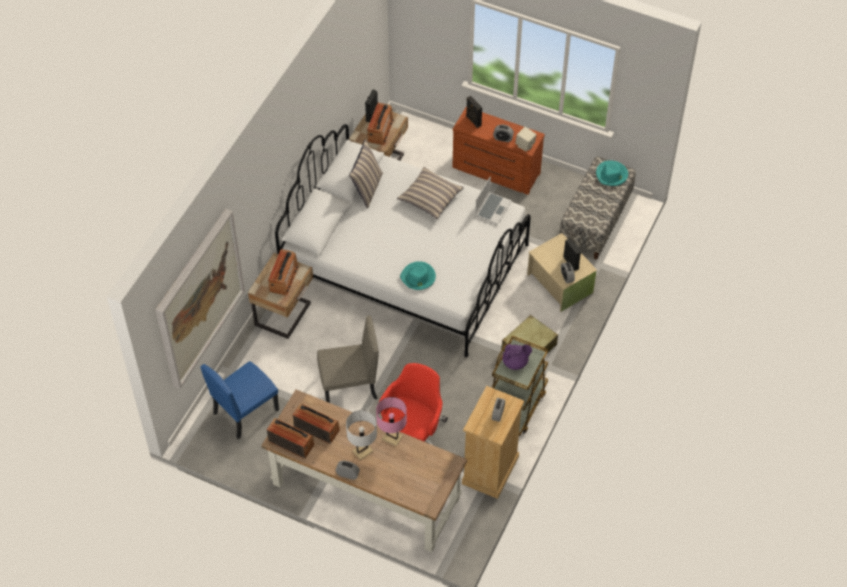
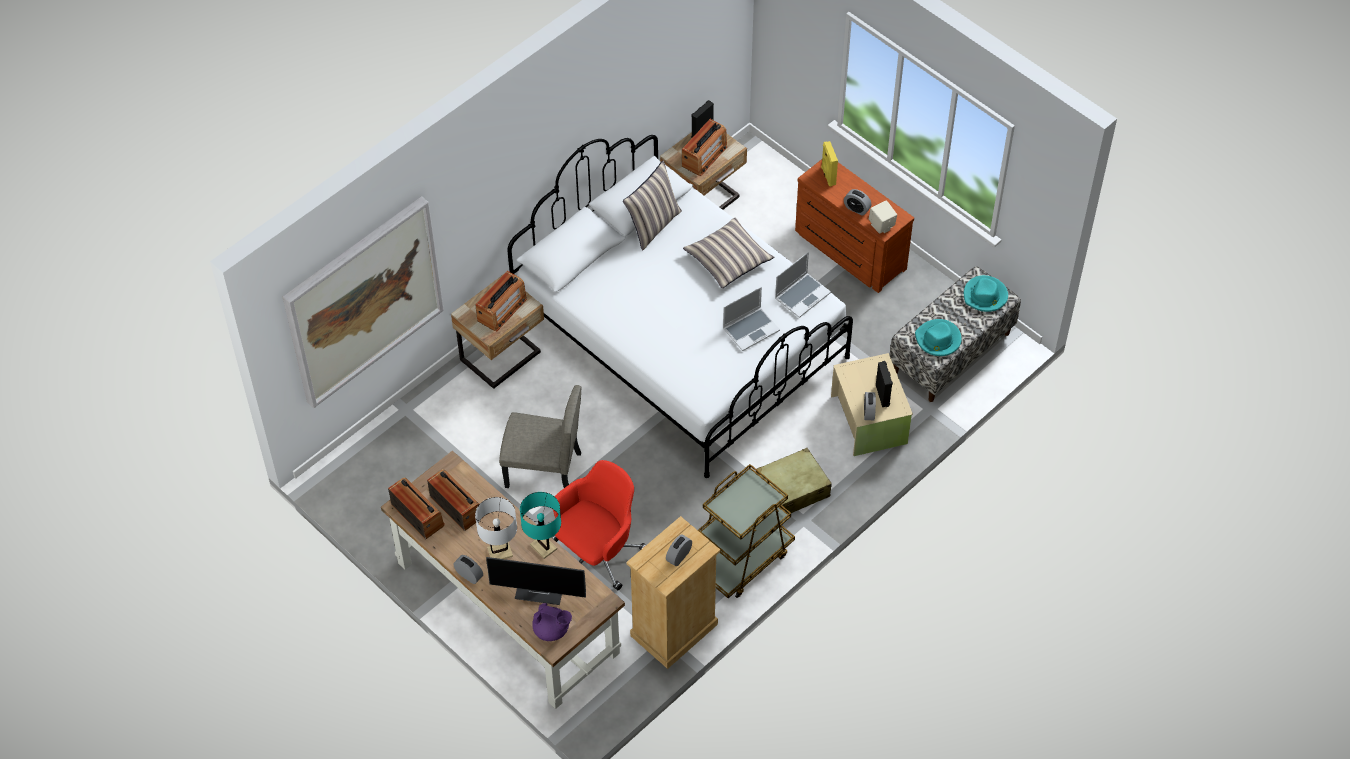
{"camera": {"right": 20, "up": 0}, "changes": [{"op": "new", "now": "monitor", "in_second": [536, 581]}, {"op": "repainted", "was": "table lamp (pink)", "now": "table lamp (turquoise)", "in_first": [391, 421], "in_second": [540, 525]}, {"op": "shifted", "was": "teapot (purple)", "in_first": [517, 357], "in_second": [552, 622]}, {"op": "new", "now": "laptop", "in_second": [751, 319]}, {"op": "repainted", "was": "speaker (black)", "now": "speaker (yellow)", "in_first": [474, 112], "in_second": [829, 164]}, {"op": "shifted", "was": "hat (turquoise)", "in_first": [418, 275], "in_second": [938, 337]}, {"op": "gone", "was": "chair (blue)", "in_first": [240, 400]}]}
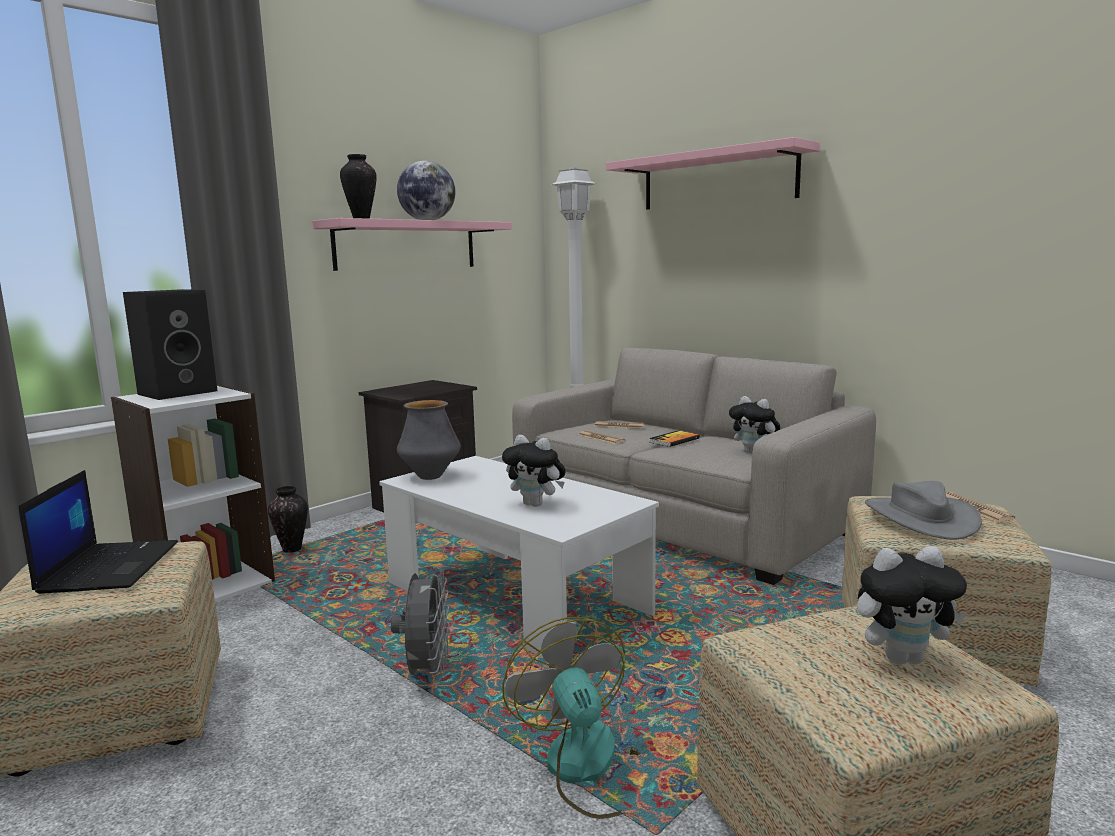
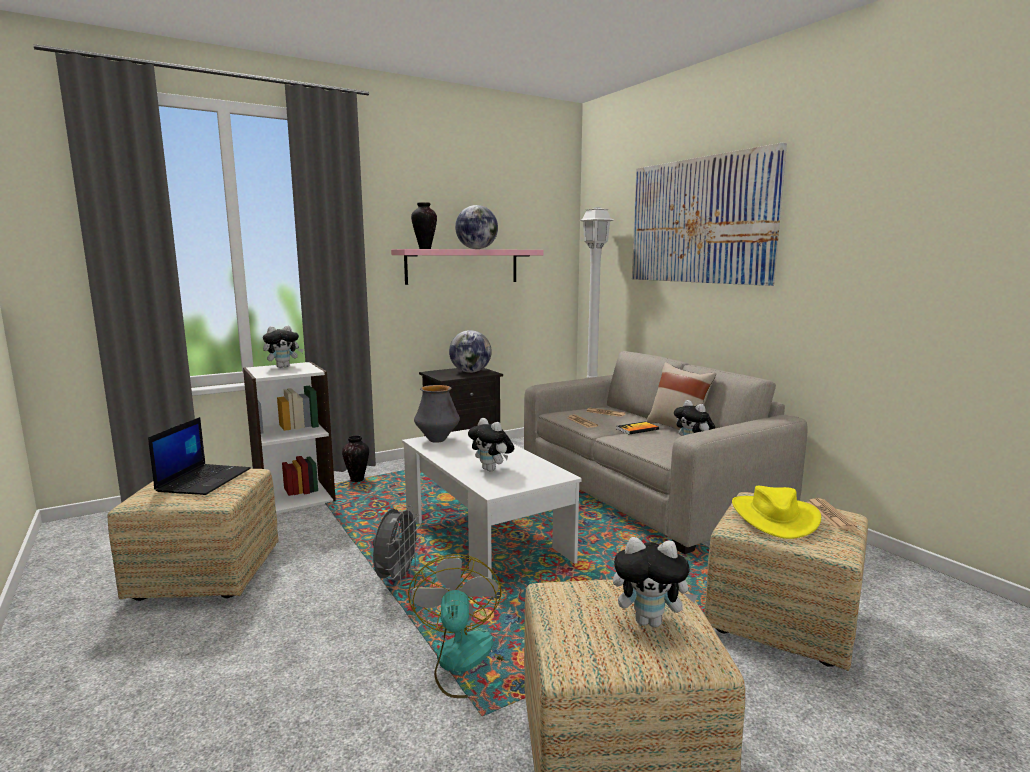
{"camera": {"right": 15, "up": 0}, "changes": [{"op": "swapped", "was": "speaker (black)", "now": "plush toy", "in_first": [170, 344], "in_second": [283, 346]}, {"op": "new", "now": "globe", "in_second": [470, 351]}, {"op": "swapped", "was": "shelf (pink)", "now": "picture", "in_first": [713, 173], "in_second": [709, 214]}, {"op": "new", "now": "pillow (beige)", "in_second": [681, 396]}, {"op": "repainted", "was": "hat (grey)", "now": "hat (yellow)", "in_first": [923, 510], "in_second": [776, 512]}]}
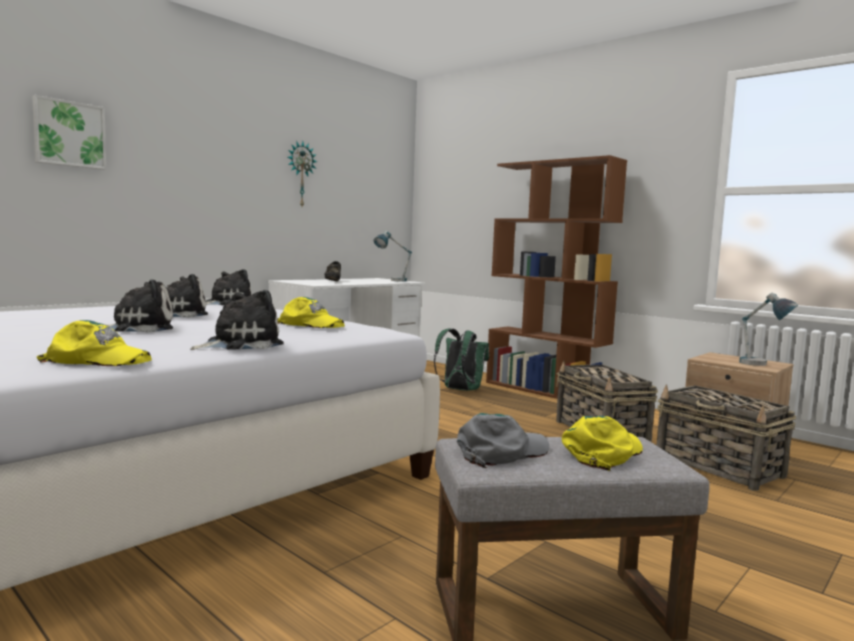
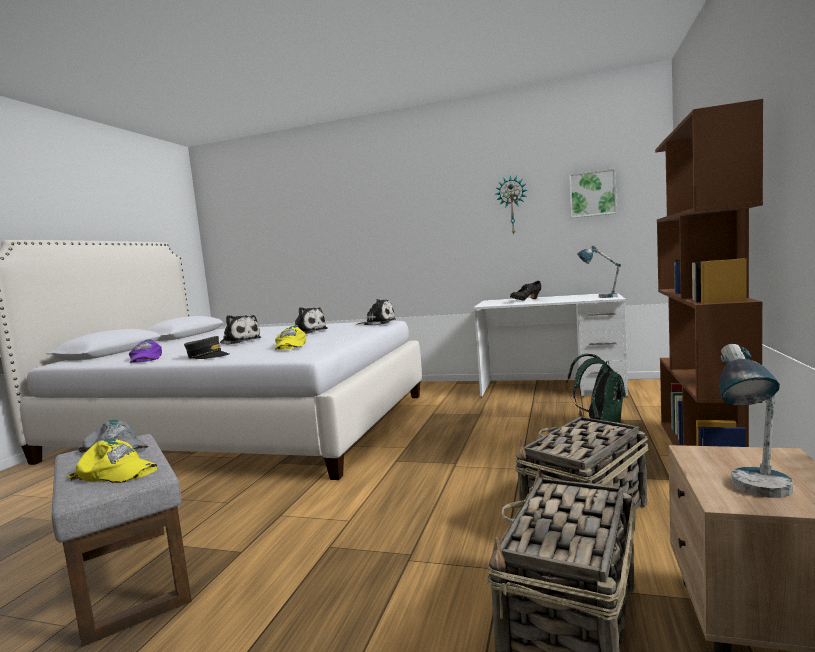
{"camera": {"right": 65, "up": 0}, "changes": [{"op": "repainted", "was": "cap (yellow)", "now": "cap (purple)", "in_first": [94, 343], "in_second": [145, 351]}, {"op": "swapped", "was": "plush toy", "now": "cap (grey)", "in_first": [237, 320], "in_second": [206, 347]}, {"op": "shifted", "was": "picture", "in_first": [69, 132], "in_second": [593, 193]}]}
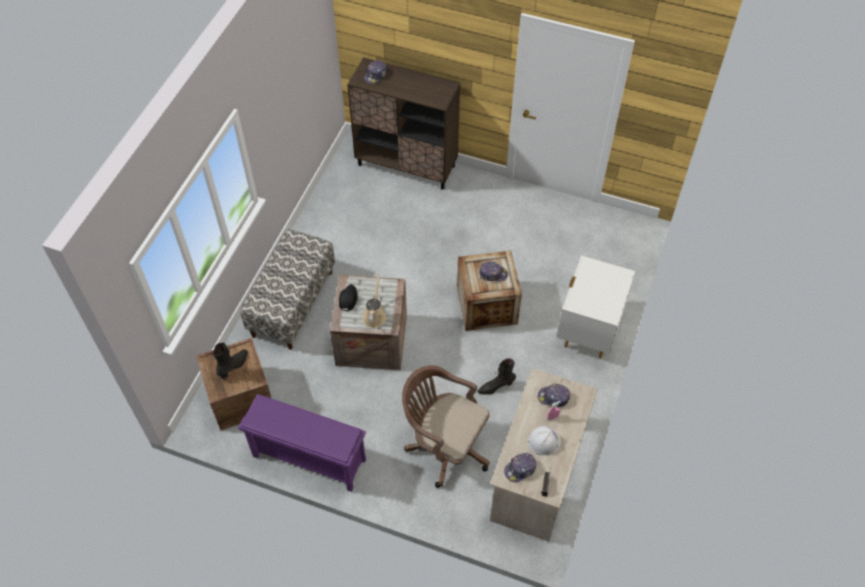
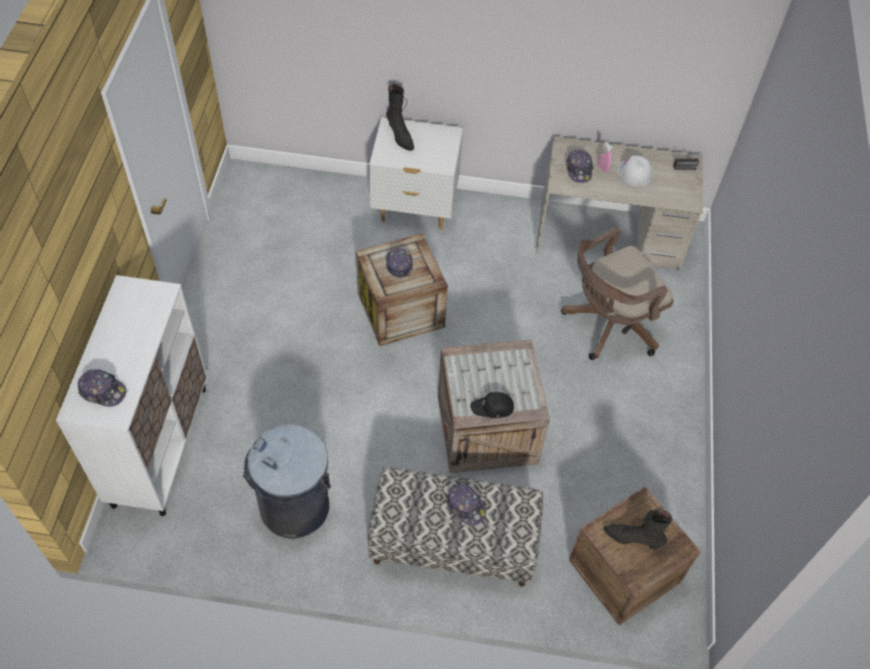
{"camera": {"right": -105, "up": 0}, "changes": [{"op": "repainted", "was": "cabinet (brown)", "now": "cabinet (white)", "in_first": [403, 123], "in_second": [131, 395]}, {"op": "new", "now": "trash can (grey)", "in_second": [287, 481]}, {"op": "shifted", "was": "boot (black)", "in_first": [496, 376], "in_second": [400, 117]}, {"op": "shifted", "was": "cap", "in_first": [520, 467], "in_second": [465, 505]}, {"op": "rotated", "was": "office chair (brown)", "in_first": [446, 426], "in_second": [617, 293], "clockwise": 45}, {"op": "gone", "was": "shoe rack (purple)", "in_first": [302, 443]}, {"op": "gone", "was": "watering can (beige)", "in_first": [374, 301]}]}
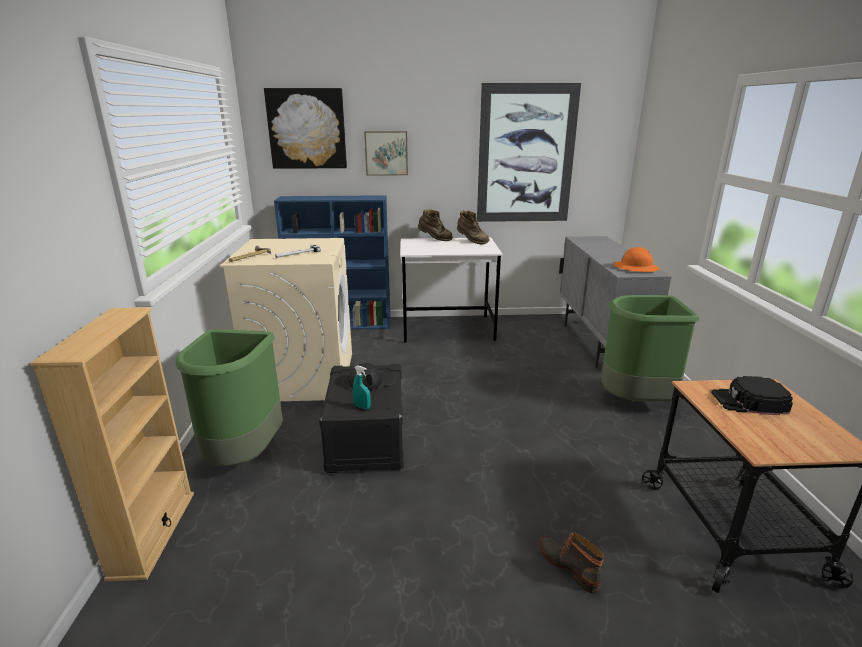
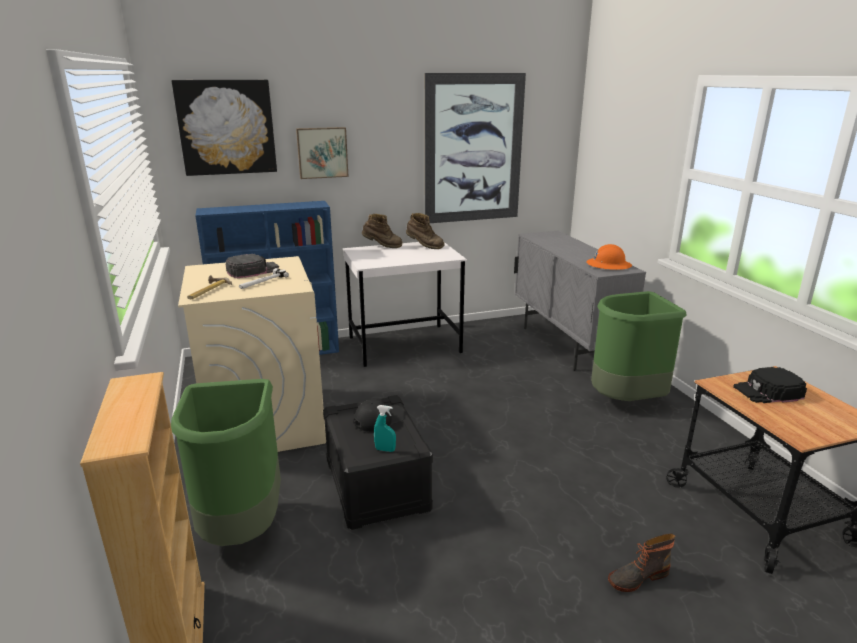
{"camera": {"right": -15, "up": 0}, "changes": [{"op": "new", "now": "cap (black)", "in_second": [252, 266]}, {"op": "rotated", "was": "boot", "in_first": [571, 562], "in_second": [642, 562], "clockwise": -60}]}
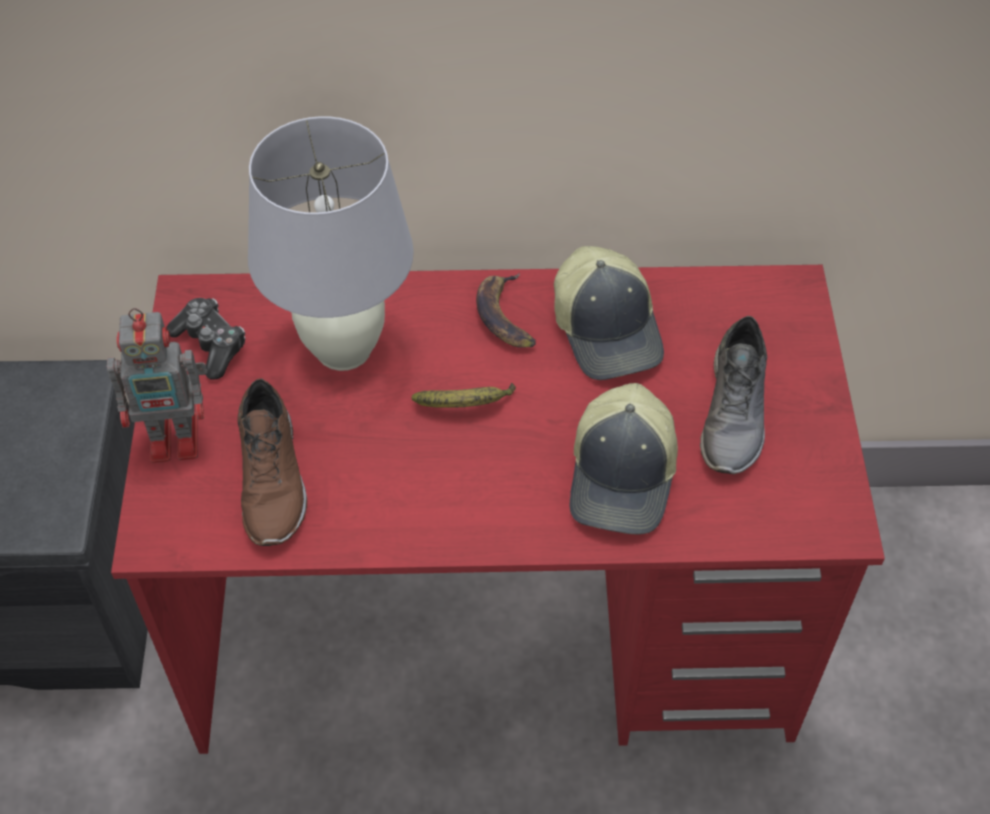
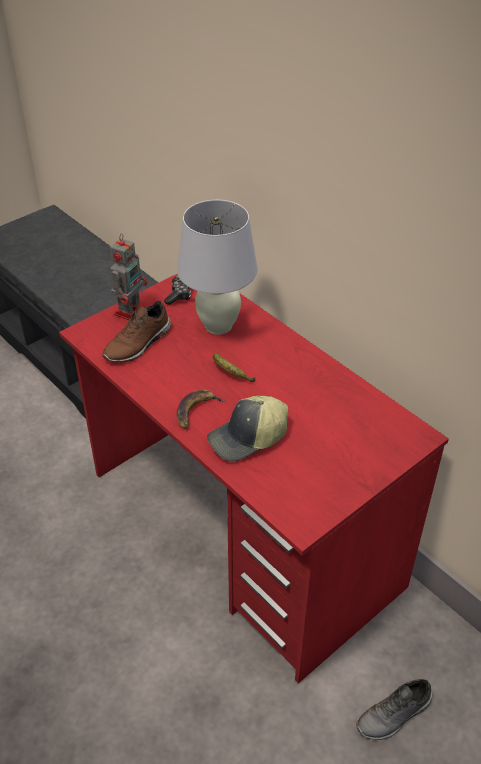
{"camera": {"right": 50, "up": -10}, "changes": [{"op": "rotated", "was": "toy robot", "in_first": [157, 385], "in_second": [129, 276], "clockwise": -105}, {"op": "shifted", "was": "banana", "in_first": [506, 310], "in_second": [201, 409]}, {"op": "shifted", "was": "shoe (grey)", "in_first": [733, 395], "in_second": [394, 709]}, {"op": "gone", "was": "cap", "in_first": [609, 313]}]}
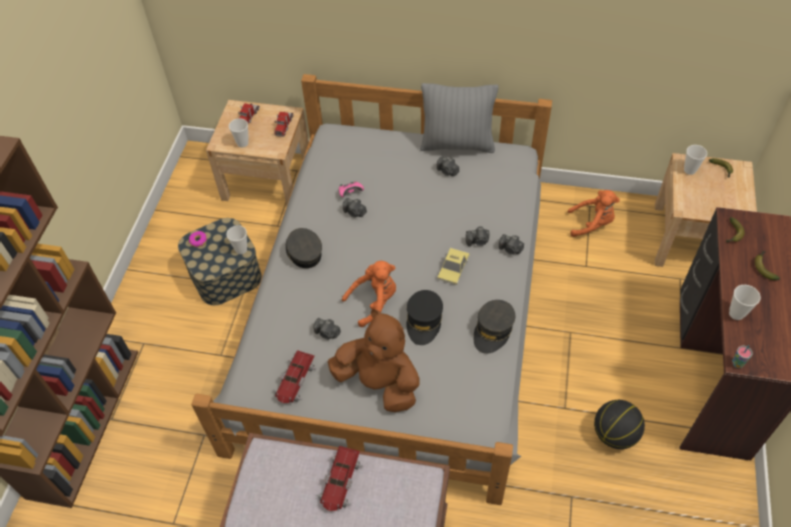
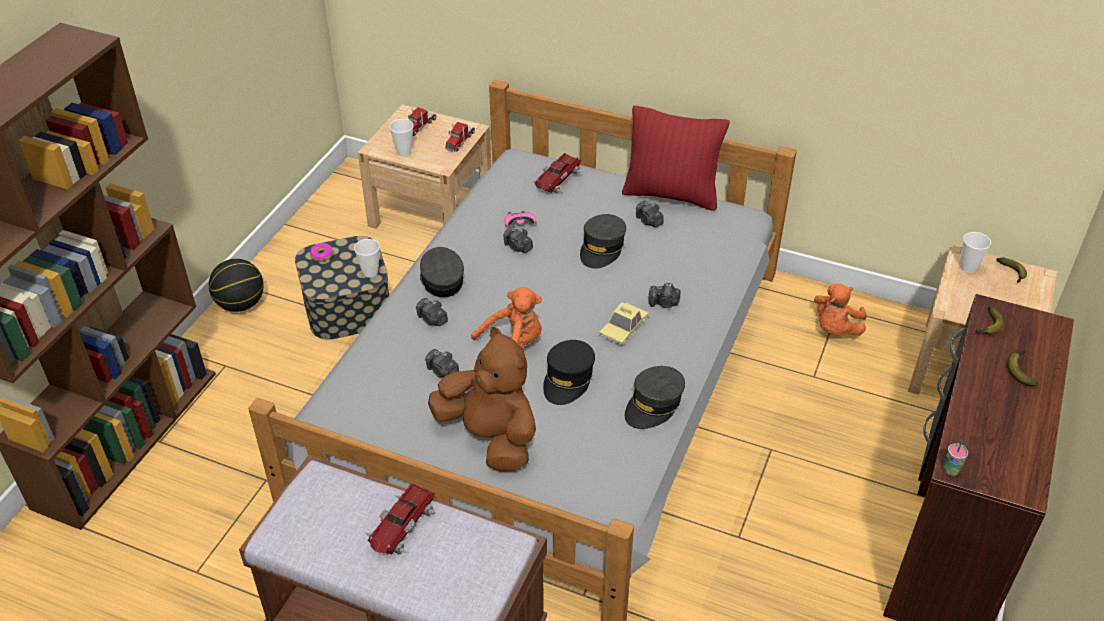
{"camera": {"right": 10, "up": -10}, "changes": [{"op": "shifted", "was": "basketball", "in_first": [619, 424], "in_second": [236, 285]}, {"op": "shifted", "was": "photo camera", "in_first": [511, 244], "in_second": [432, 312]}, {"op": "shifted", "was": "toy car", "in_first": [295, 377], "in_second": [558, 173]}, {"op": "new", "now": "cap (grey)", "in_second": [603, 241]}, {"op": "repainted", "was": "pillow (grey)", "now": "pillow (red)", "in_first": [459, 118], "in_second": [675, 158]}, {"op": "rotated", "was": "plush toy (orange)", "in_first": [594, 213], "in_second": [840, 310], "clockwise": 105}, {"op": "gone", "was": "cup", "in_first": [745, 302]}]}
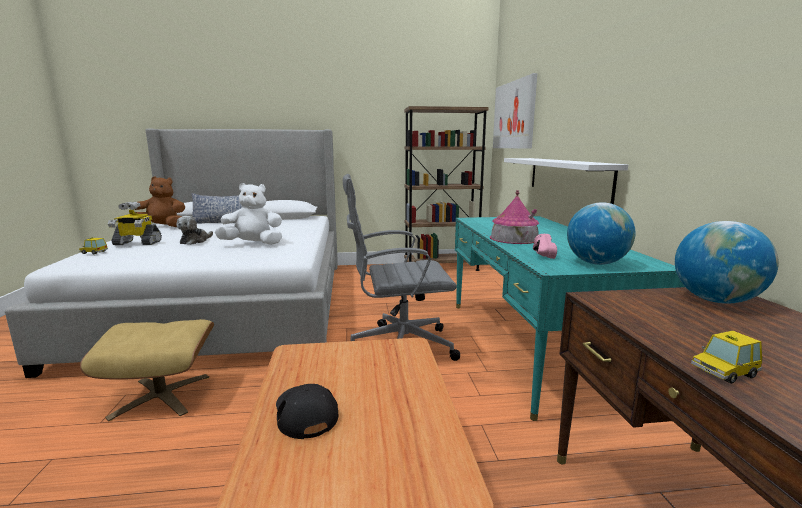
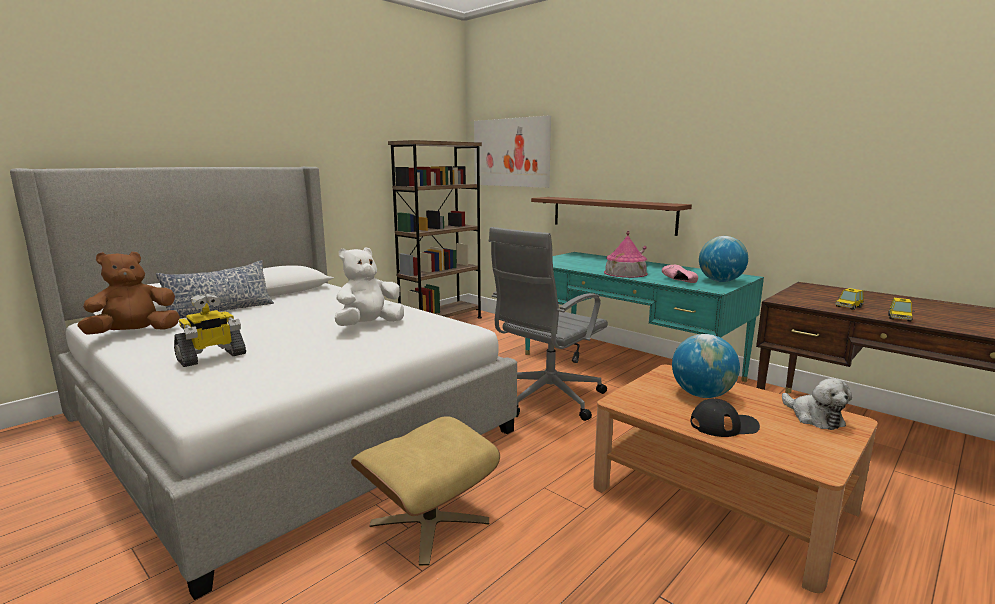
{"camera": {"right": -40, "up": 0}, "changes": [{"op": "repainted", "was": "shelf (white)", "now": "shelf (brown)", "in_first": [566, 181], "in_second": [611, 216]}, {"op": "shifted", "was": "globe", "in_first": [727, 262], "in_second": [706, 366]}, {"op": "rotated", "was": "cap (black)", "in_first": [307, 411], "in_second": [725, 418], "clockwise": 150}, {"op": "shifted", "was": "plush toy", "in_first": [194, 230], "in_second": [817, 404]}, {"op": "shifted", "was": "toy car", "in_first": [93, 245], "in_second": [849, 299]}]}
